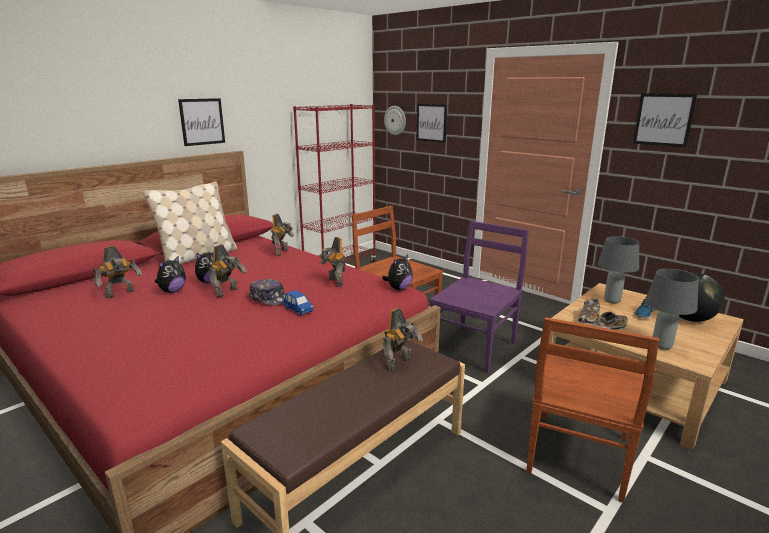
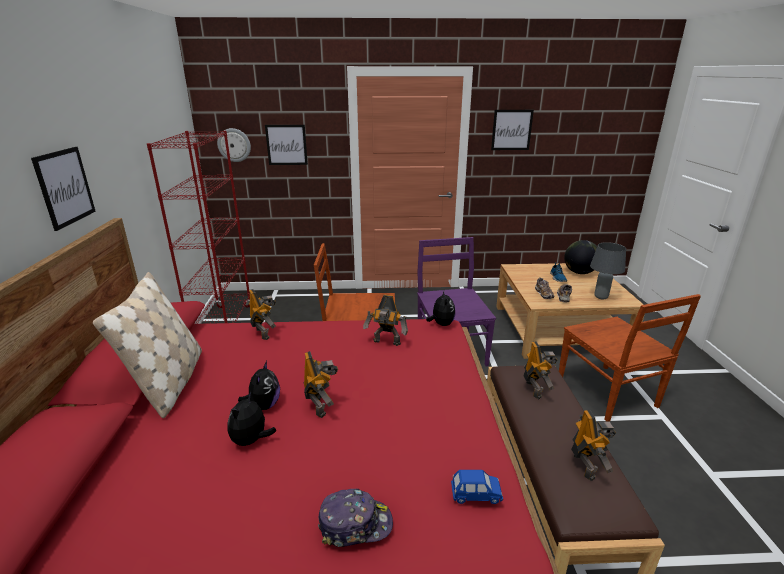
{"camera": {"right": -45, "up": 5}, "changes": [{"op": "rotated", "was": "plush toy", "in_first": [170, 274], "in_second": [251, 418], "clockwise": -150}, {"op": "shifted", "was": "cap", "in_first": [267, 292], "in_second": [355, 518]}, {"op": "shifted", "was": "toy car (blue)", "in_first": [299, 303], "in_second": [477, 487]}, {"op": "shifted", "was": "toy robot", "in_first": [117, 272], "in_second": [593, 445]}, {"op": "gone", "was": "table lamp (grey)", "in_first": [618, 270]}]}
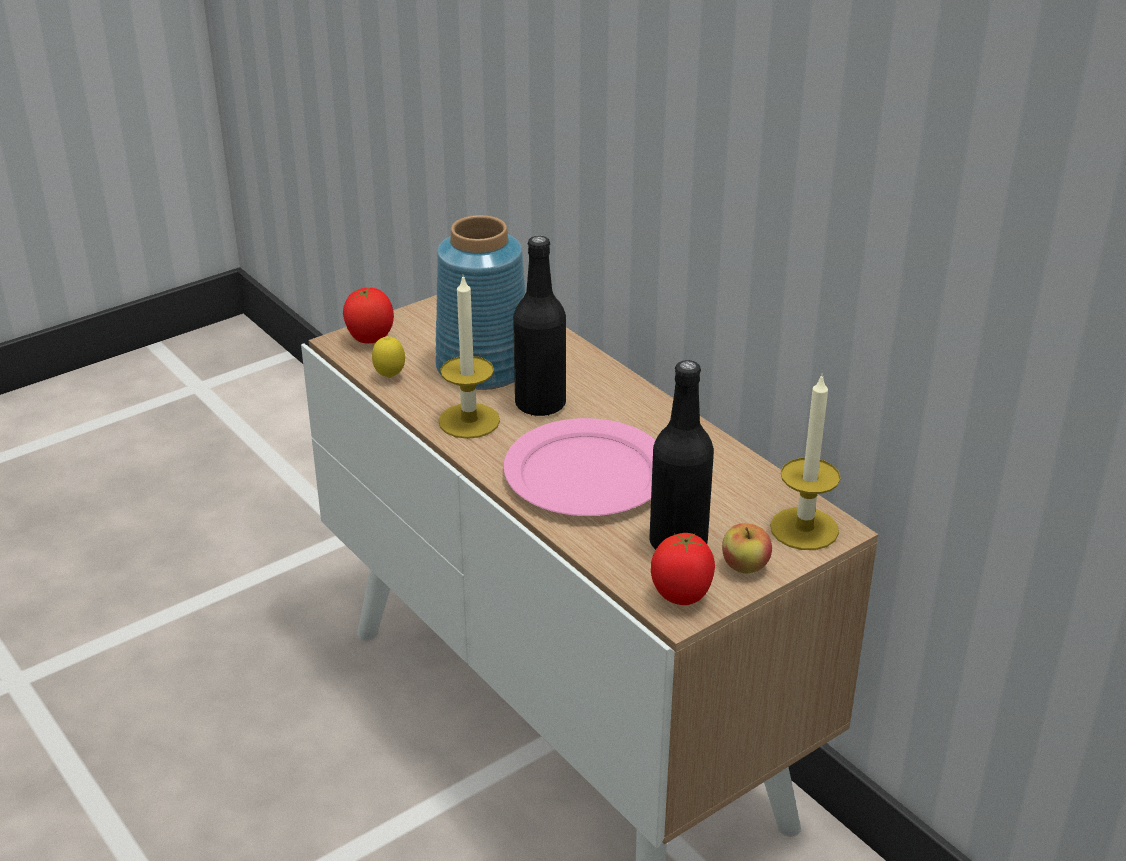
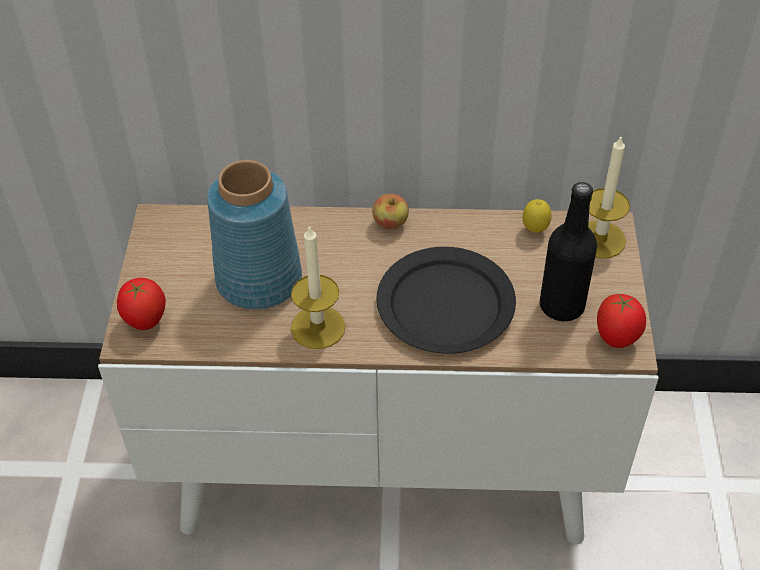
{"camera": {"right": -50, "up": 15}, "changes": [{"op": "shifted", "was": "apple", "in_first": [747, 548], "in_second": [390, 212]}, {"op": "repainted", "was": "plate (pink)", "now": "plate (black)", "in_first": [579, 467], "in_second": [446, 300]}, {"op": "shifted", "was": "lemon", "in_first": [388, 357], "in_second": [536, 216]}, {"op": "gone", "was": "bottle (black)", "in_first": [539, 326]}]}
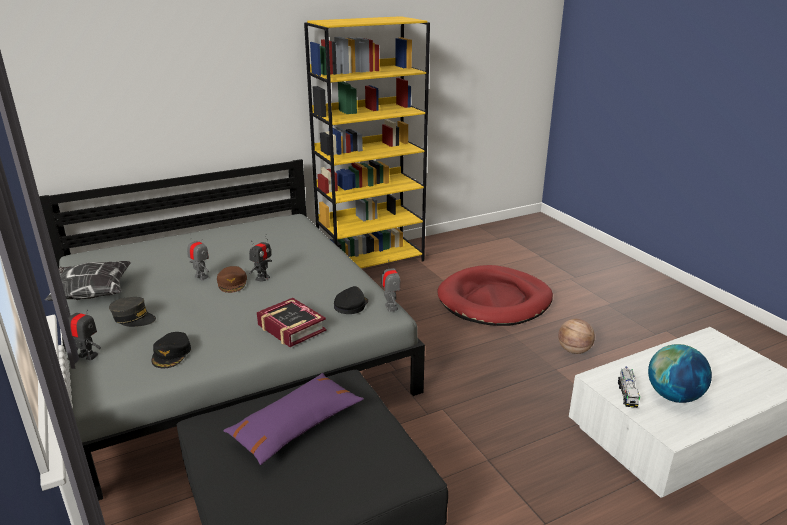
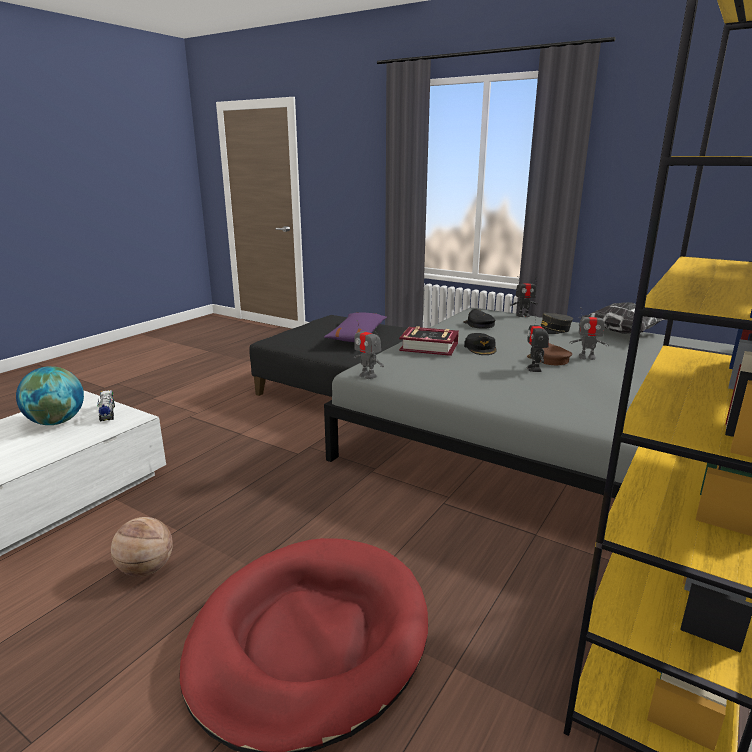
{"camera": {"right": 150, "up": -5}, "changes": [{"op": "shifted", "was": "cap (black)", "in_first": [351, 300], "in_second": [480, 344]}]}
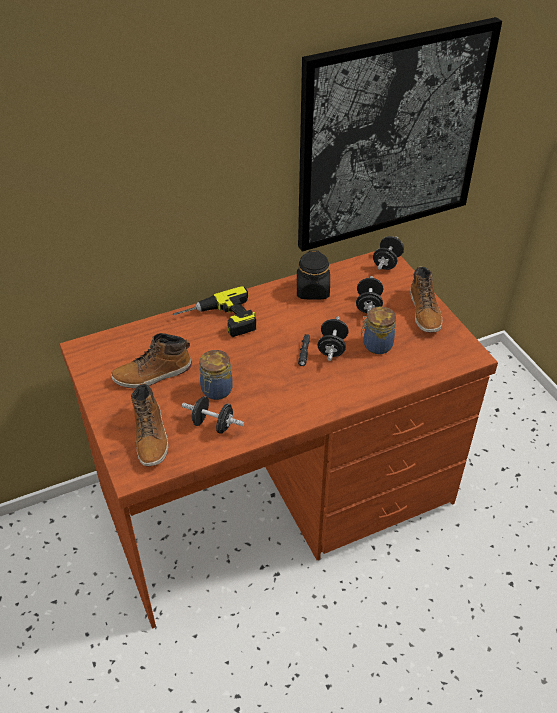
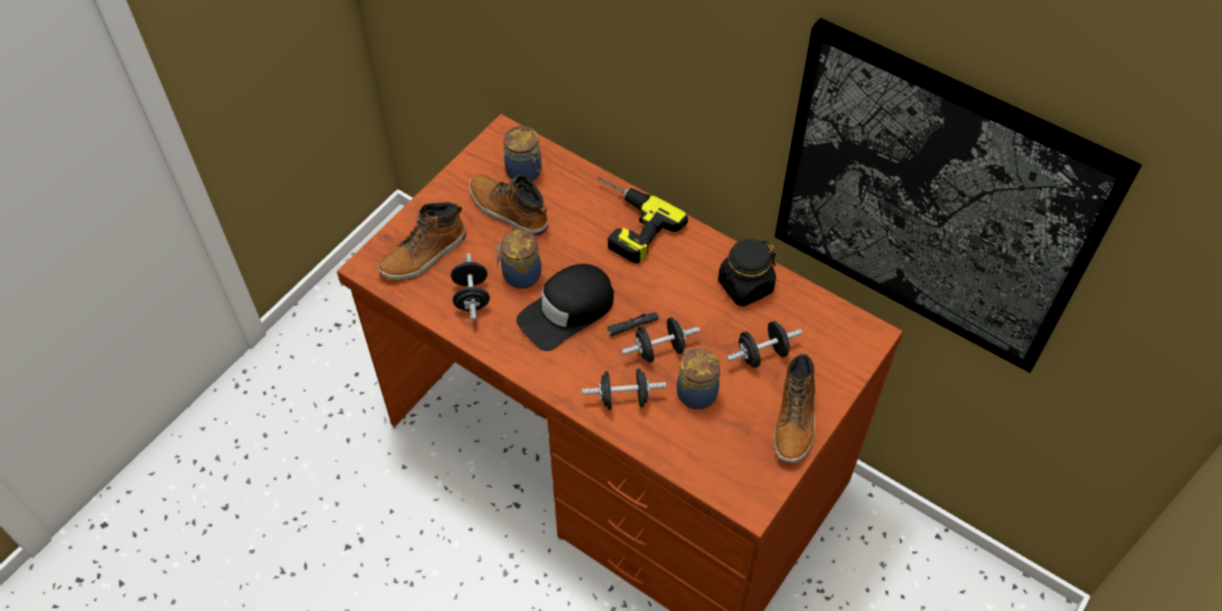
{"camera": {"right": 60, "up": 10}, "changes": [{"op": "new", "now": "jar", "in_second": [523, 153]}, {"op": "new", "now": "cap (black)", "in_second": [565, 307]}, {"op": "shifted", "was": "dumbbell (black)", "in_first": [388, 253], "in_second": [624, 389]}, {"op": "rotated", "was": "boot", "in_first": [426, 300], "in_second": [795, 408], "clockwise": -45}]}
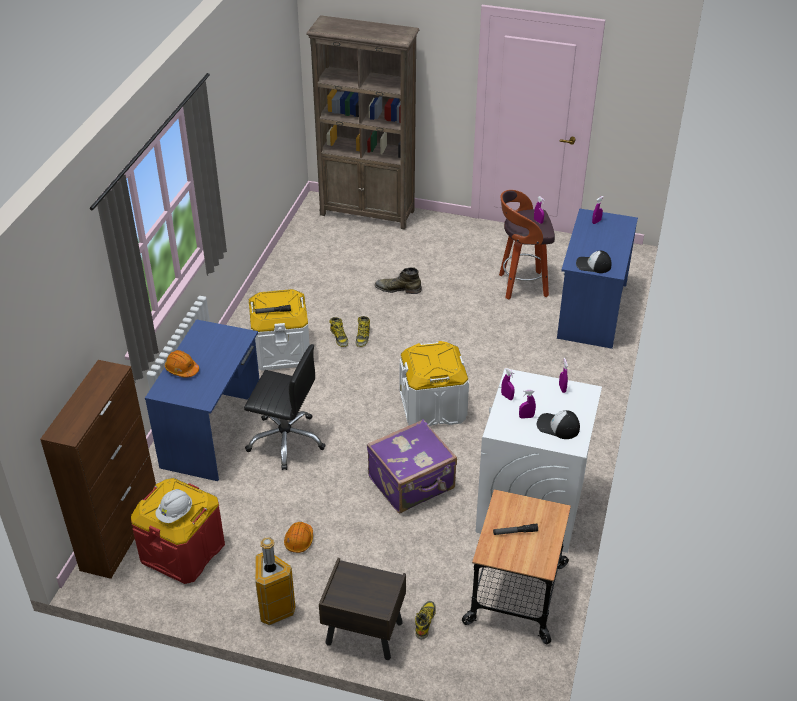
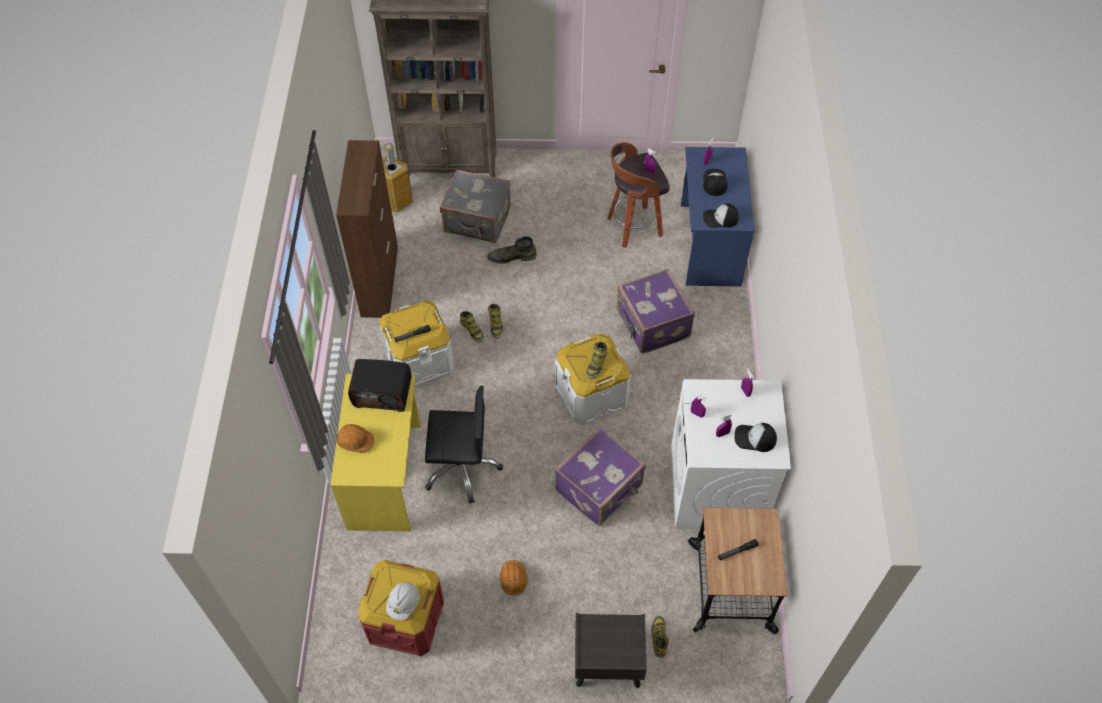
{"camera": {"right": -15, "up": 15}, "changes": [{"op": "repainted", "was": "desk (blue)", "now": "desk (yellow)", "in_first": [202, 400], "in_second": [375, 453]}, {"op": "shifted", "was": "cabinet (brown)", "in_first": [98, 469], "in_second": [367, 229]}, {"op": "new", "now": "radio", "in_second": [379, 385]}, {"op": "shifted", "was": "trash can", "in_first": [275, 581], "in_second": [397, 177]}, {"op": "new", "now": "suitcase (grey)", "in_second": [475, 206]}, {"op": "new", "now": "boot", "in_second": [596, 360]}, {"op": "new", "now": "suitcase (purple)", "in_second": [656, 311]}, {"op": "new", "now": "cap", "in_second": [715, 182]}]}
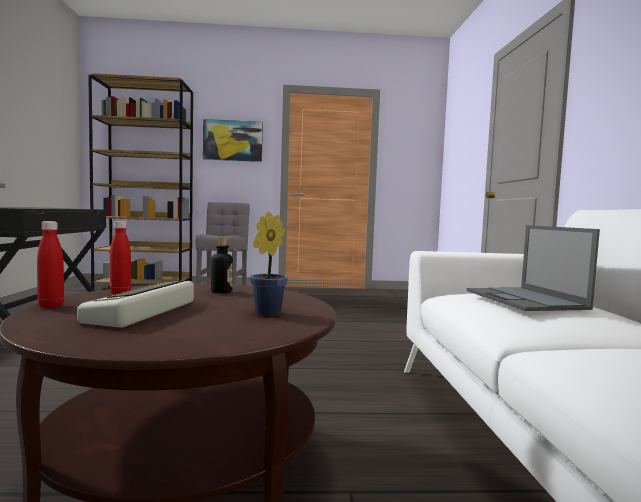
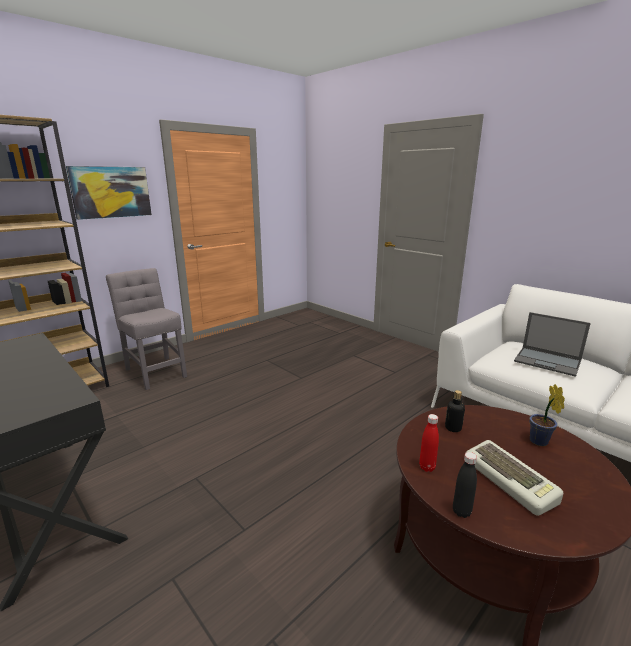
{"camera": {"right": -40, "up": 15}, "changes": [{"op": "repainted", "was": "bottle (red)", "now": "bottle (black)", "in_first": [50, 264], "in_second": [465, 485]}]}
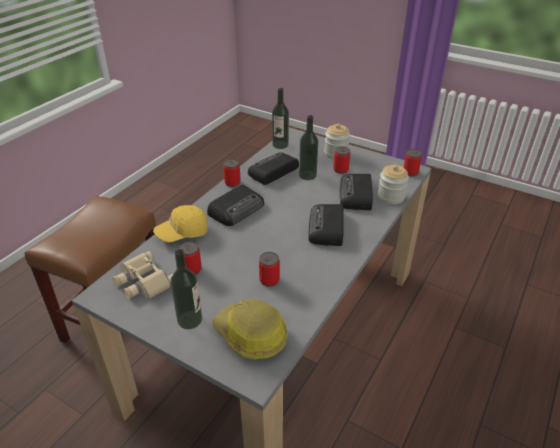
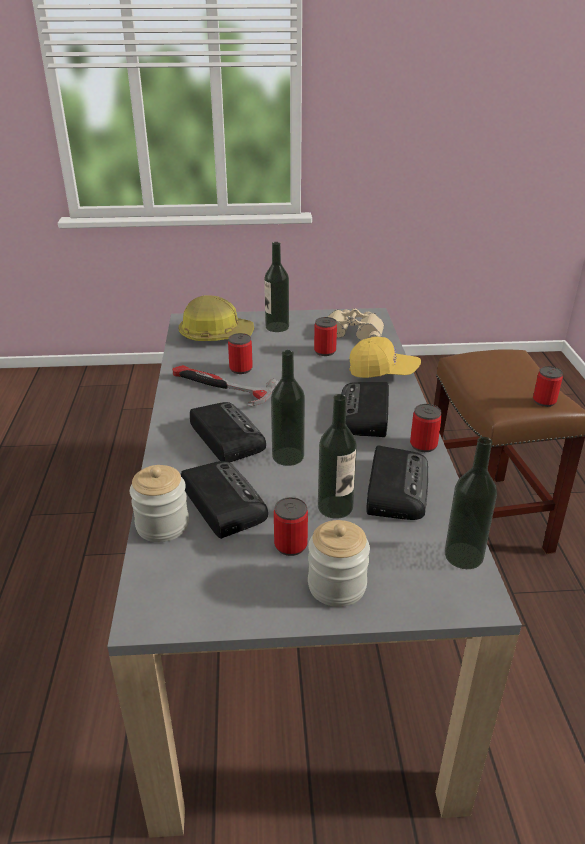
{"camera": {"right": 145, "up": -5}, "changes": [{"op": "new", "now": "hammer", "in_second": [225, 386]}, {"op": "new", "now": "bottle", "in_second": [288, 408]}, {"op": "rotated", "was": "cap (yellow)", "in_first": [180, 223], "in_second": [385, 357], "clockwise": 75}, {"op": "shifted", "was": "can", "in_first": [413, 163], "in_second": [548, 386]}]}
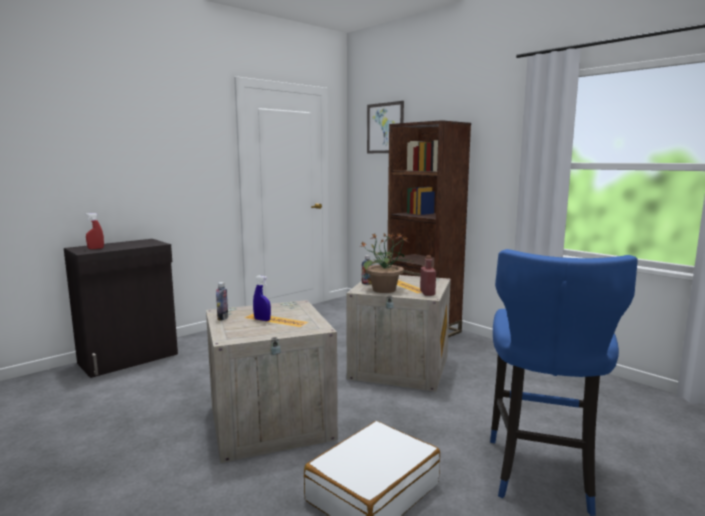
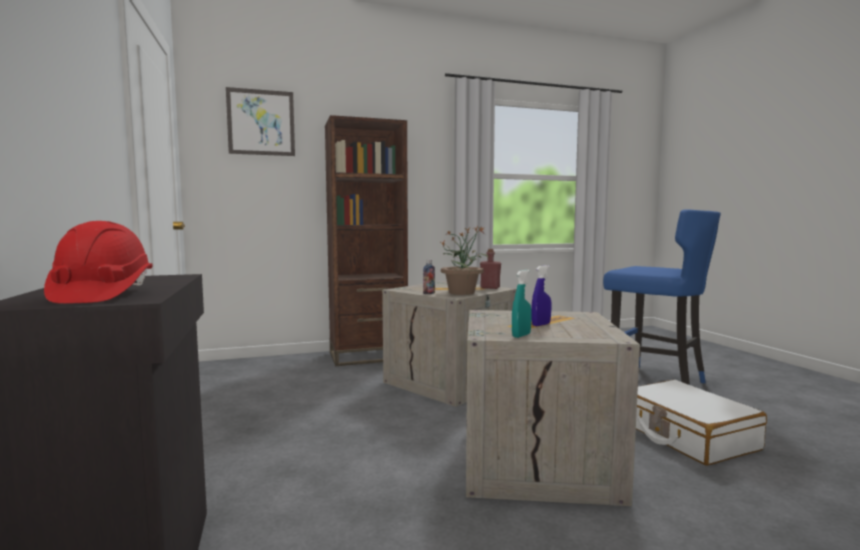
{"camera": {"right": -65, "up": -5}, "changes": [{"op": "swapped", "was": "spray bottle (red)", "now": "hard hat (red)", "in_first": [95, 231], "in_second": [98, 262]}, {"op": "swapped", "was": "bottle", "now": "spray bottle (turquoise)", "in_first": [222, 301], "in_second": [522, 304]}]}
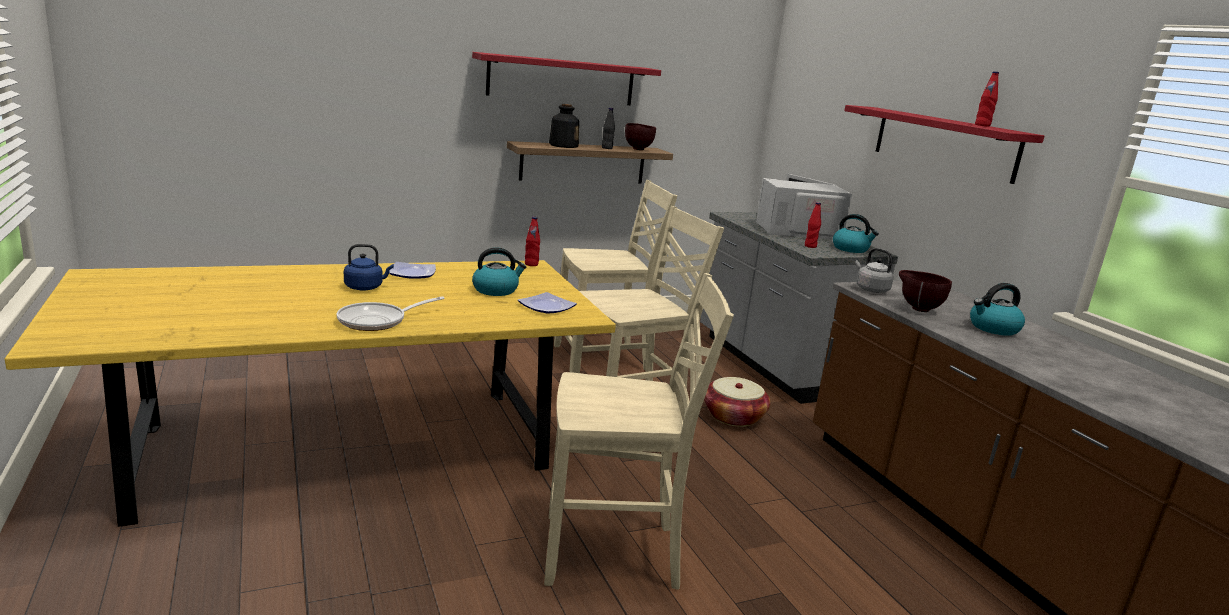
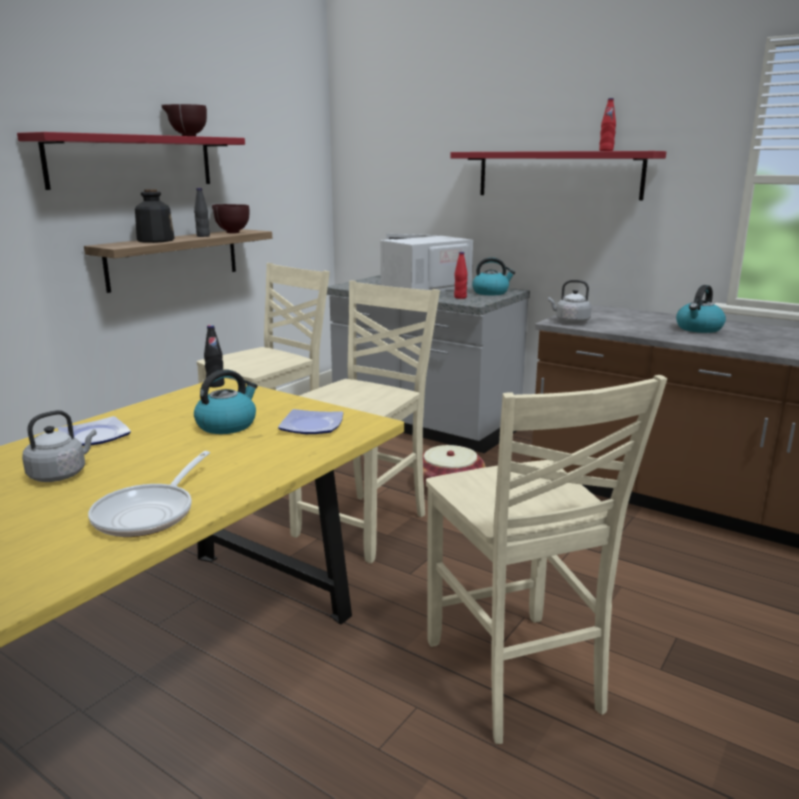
{"camera": {"right": -30, "up": 0}, "changes": [{"op": "repainted", "was": "kettle (blue)", "now": "kettle (grey)", "in_first": [369, 267], "in_second": [59, 446]}, {"op": "shifted", "was": "bowl (brown)", "in_first": [925, 291], "in_second": [184, 120]}, {"op": "repainted", "was": "bottle (red)", "now": "bottle (black)", "in_first": [532, 241], "in_second": [214, 356]}, {"op": "rotated", "was": "chair (beige)", "in_first": [639, 431], "in_second": [546, 559], "clockwise": 105}]}
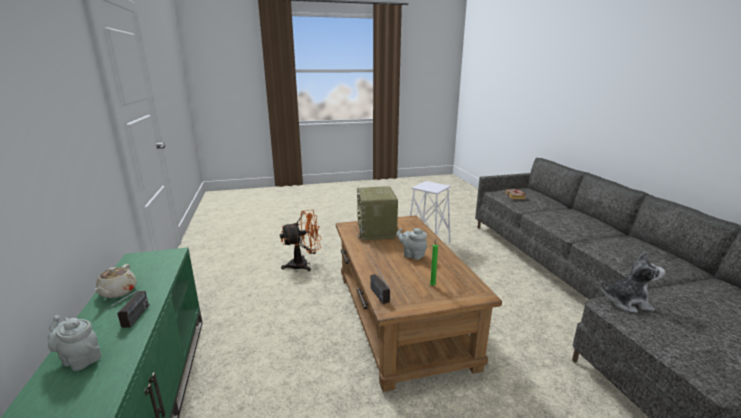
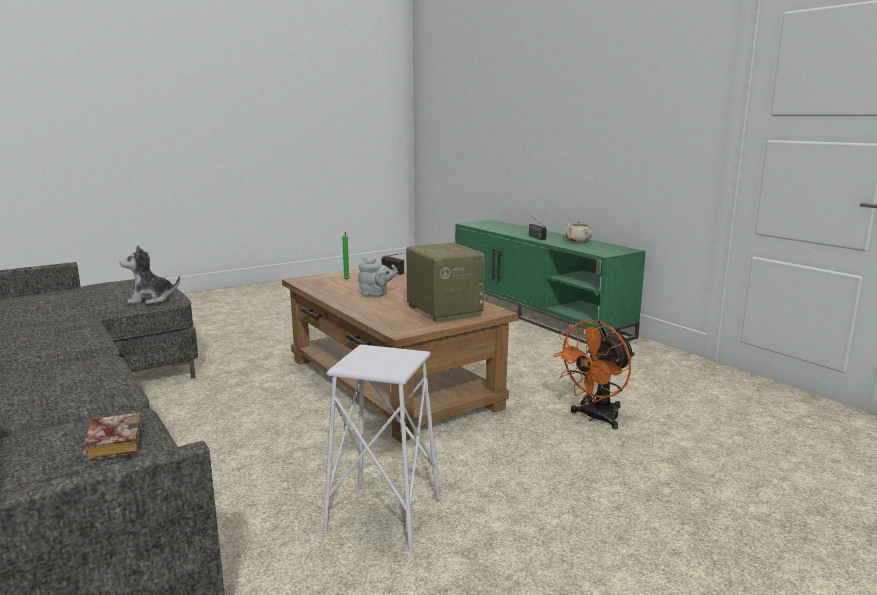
{"camera": {"right": 160, "up": -5}, "changes": [{"op": "gone", "was": "teapot (grey)", "in_first": [74, 343]}]}
